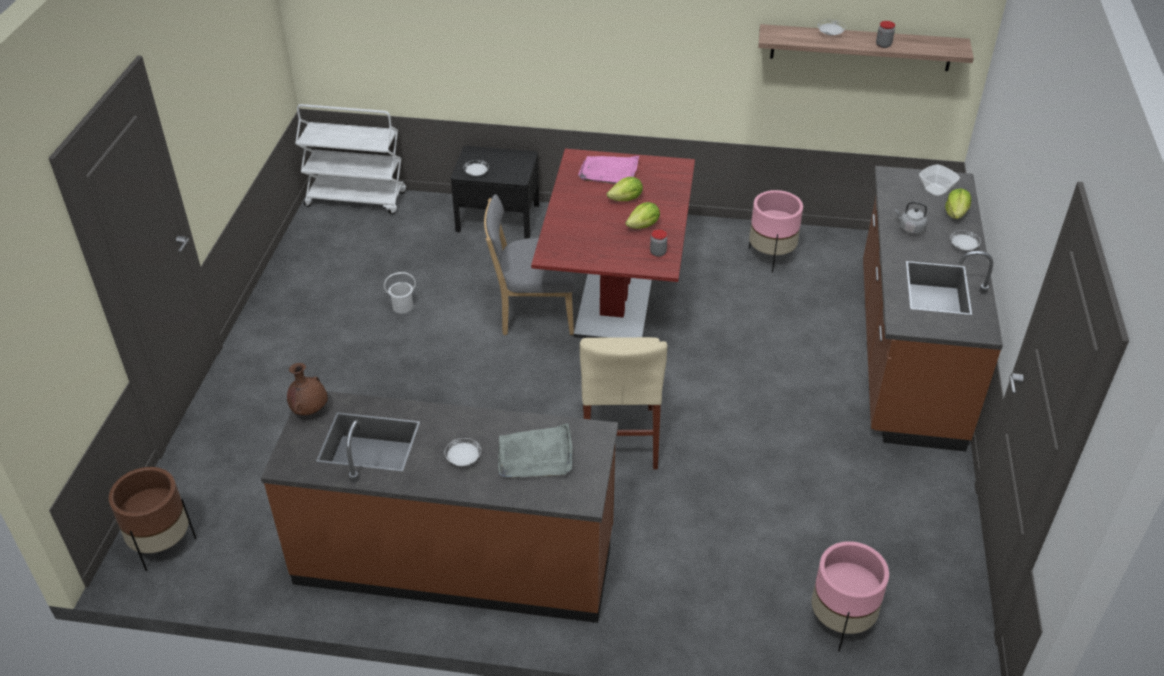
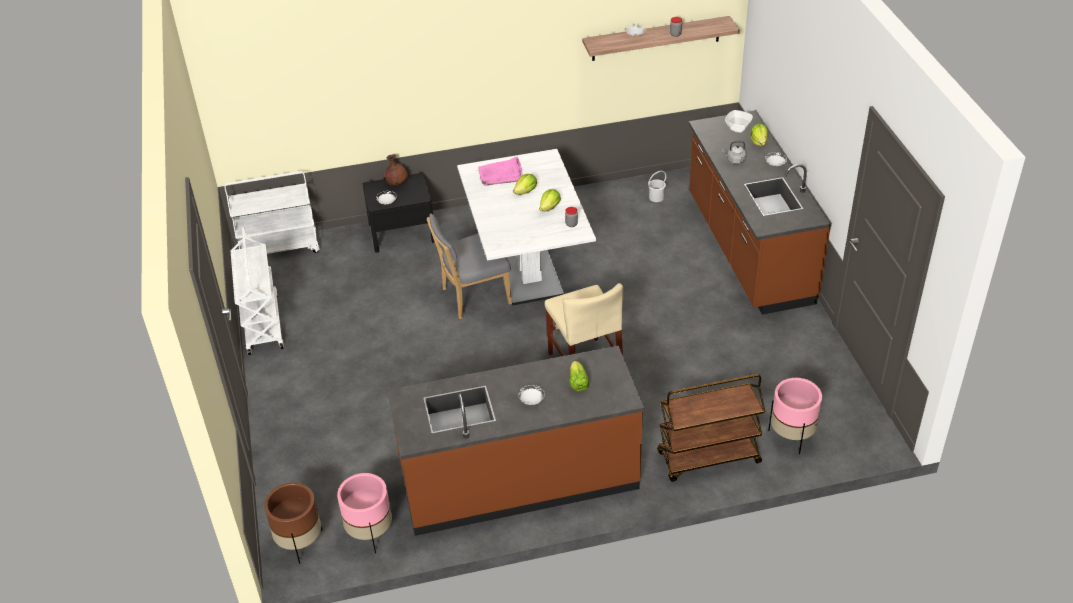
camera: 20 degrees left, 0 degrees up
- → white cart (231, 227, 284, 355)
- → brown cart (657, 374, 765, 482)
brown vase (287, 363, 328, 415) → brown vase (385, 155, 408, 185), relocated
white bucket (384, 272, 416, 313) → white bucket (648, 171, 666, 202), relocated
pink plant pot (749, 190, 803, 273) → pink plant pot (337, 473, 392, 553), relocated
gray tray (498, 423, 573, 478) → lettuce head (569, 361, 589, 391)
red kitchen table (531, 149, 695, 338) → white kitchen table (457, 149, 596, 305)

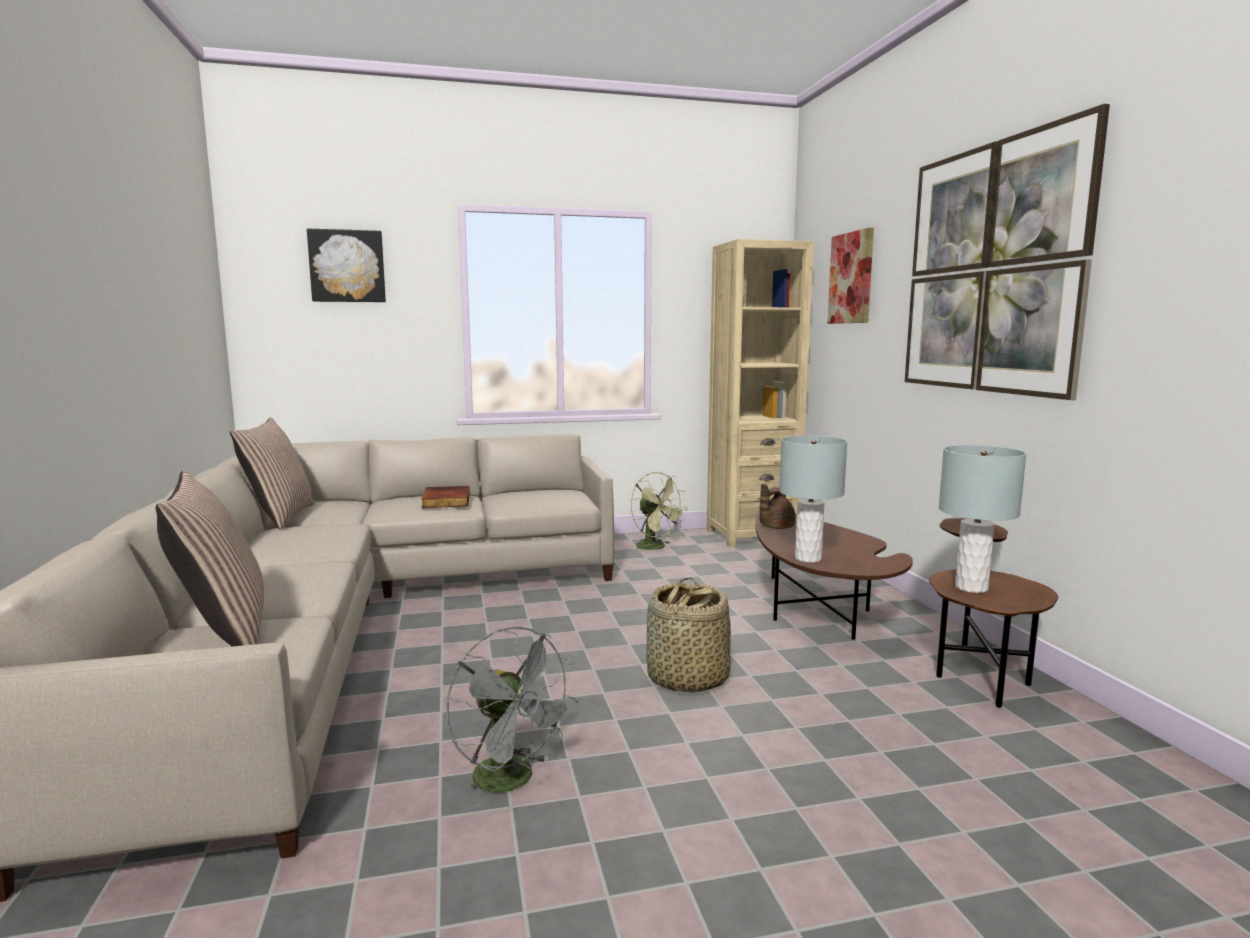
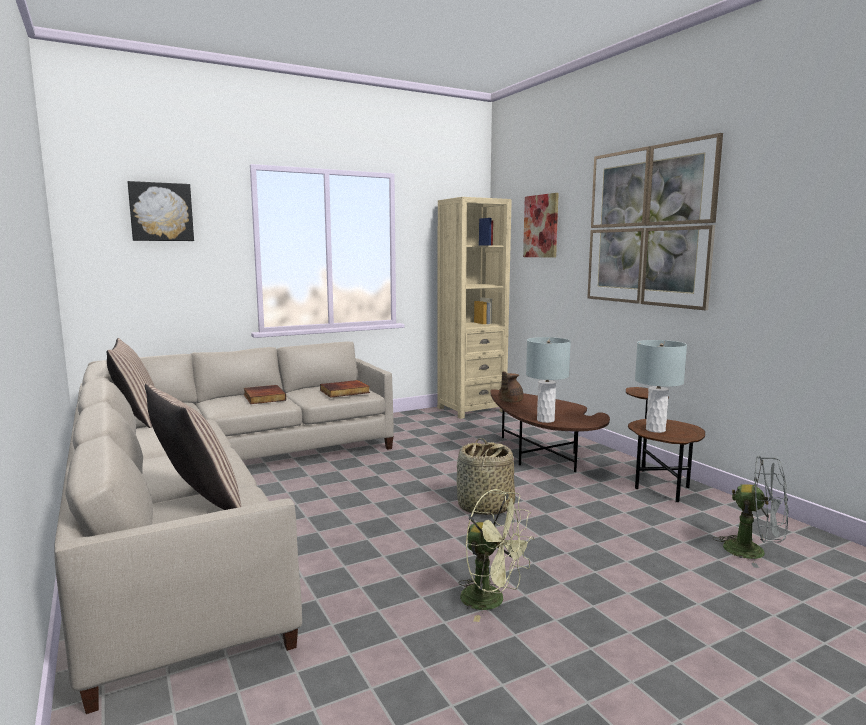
camera: 15 degrees left, 0 degrees up
- → volume (320, 380, 370, 398)
gray cooling fan (446, 626, 578, 808) → gray cooling fan (713, 456, 789, 568), relocated
green cooling fan (631, 472, 687, 553) → green cooling fan (458, 489, 534, 622), relocated

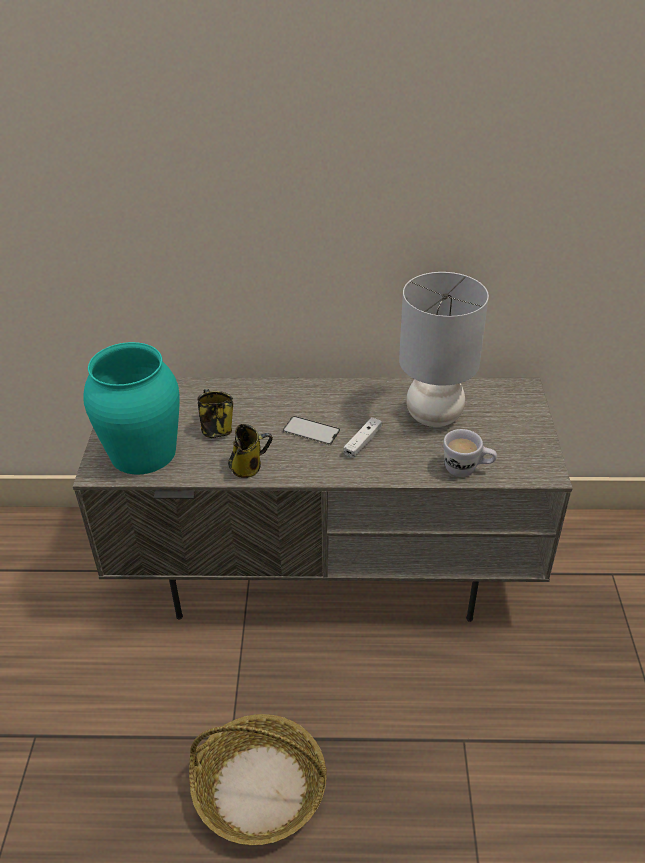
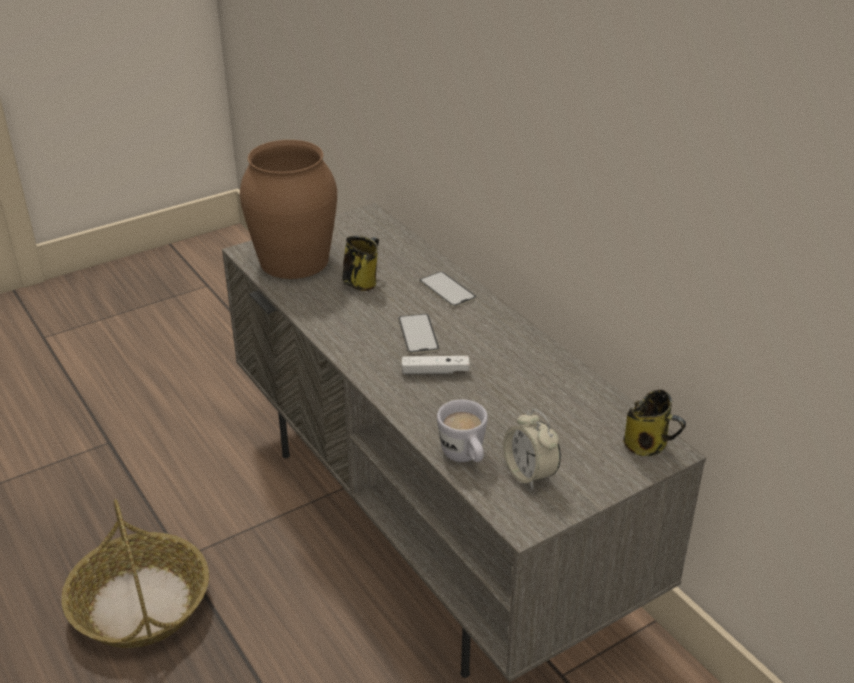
camera: 55 degrees right, 5 degrees down
gray tabletop lamp (399, 272, 489, 427) → -
- → handset (420, 272, 476, 307)
- → table clock (503, 409, 561, 490)
coffee mug (228, 424, 273, 478) → coffee mug (623, 390, 686, 456), relocated
turquoise vase (83, 342, 180, 474) → brown vase (240, 140, 337, 279)

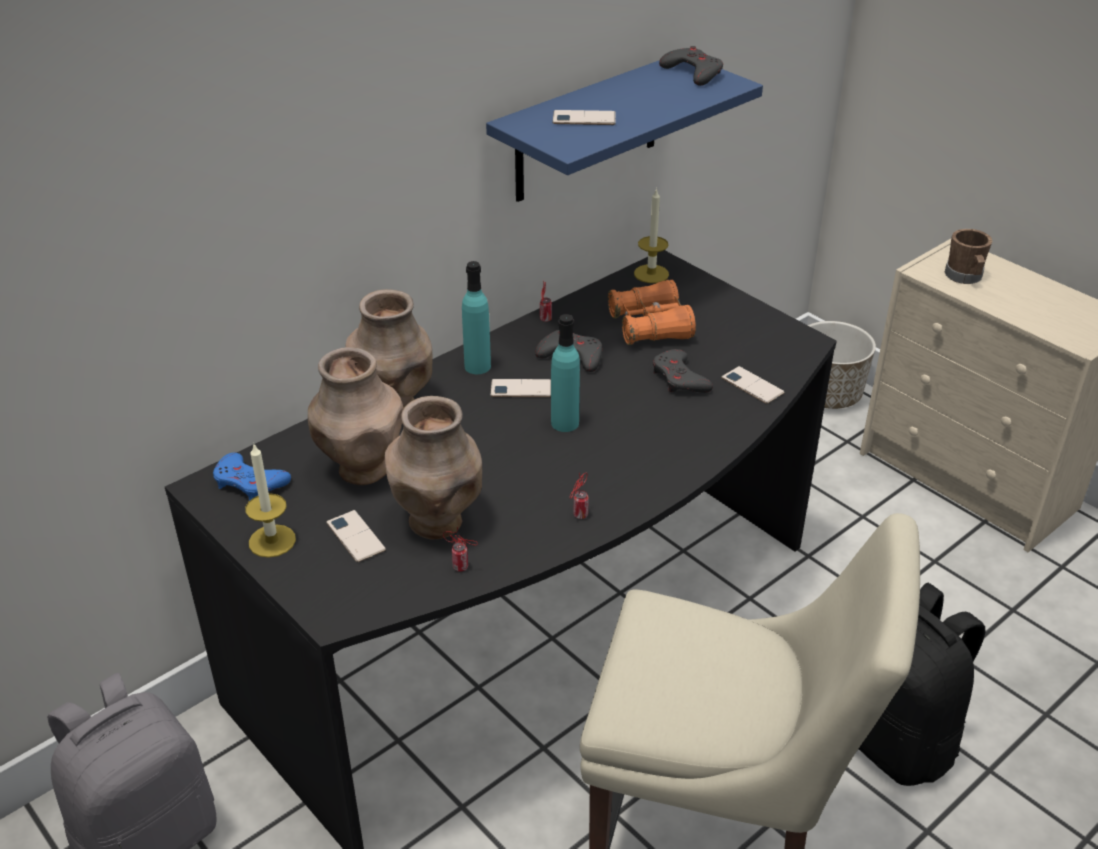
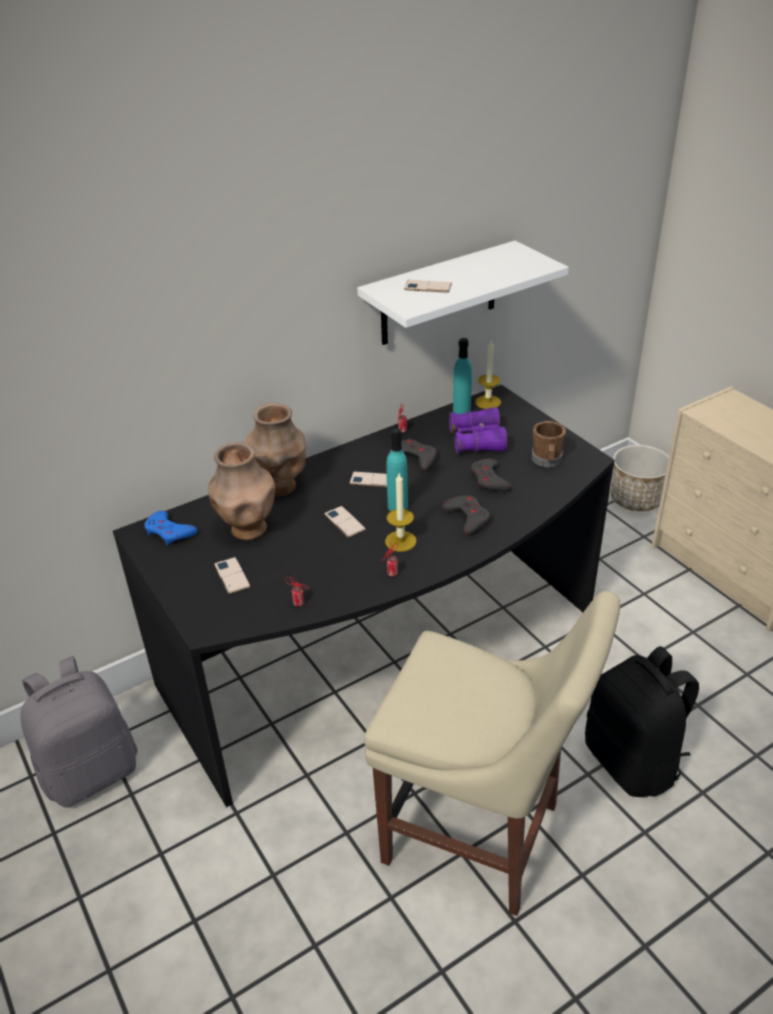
camera: 10 degrees right, 0 degrees up
brown vase (385, 396, 482, 540) → -
wax candle (245, 444, 296, 558) → wax candle (385, 473, 417, 552), relocated
turquoise beverage bottle (462, 261, 491, 374) → turquoise beverage bottle (453, 338, 472, 414), relocated
gray joypad (659, 46, 723, 86) → gray joypad (442, 495, 490, 535), relocated
handset (721, 366, 785, 404) → handset (324, 506, 366, 538), relocated
brown coffee mug (945, 229, 992, 284) → brown coffee mug (532, 421, 566, 467), relocated
blue-coloured bracket shelf (486, 60, 763, 202) → white bracket shelf (357, 241, 569, 345)
orange-coloured binoculars (608, 280, 696, 345) → purple binoculars (449, 407, 507, 453)

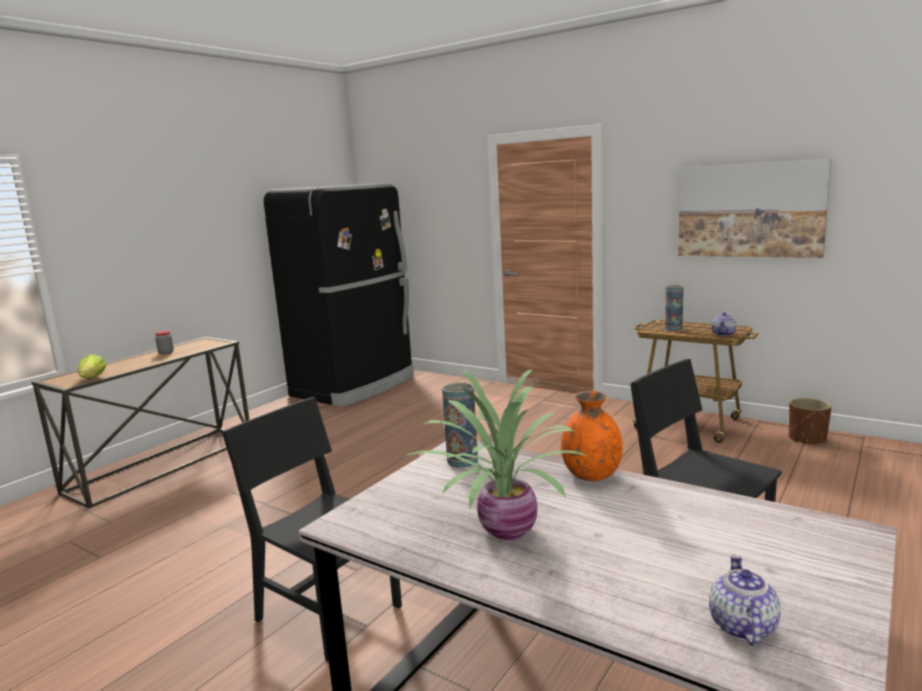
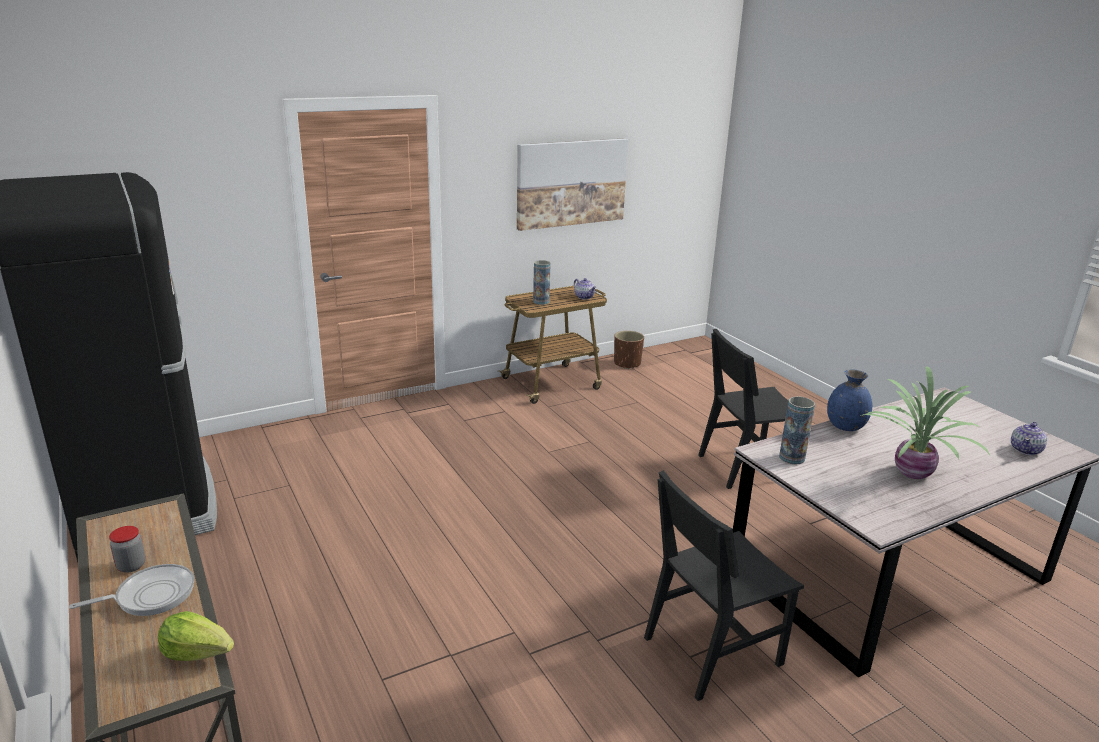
camera: 65 degrees left, 10 degrees up
- → frying pan (69, 564, 194, 616)
orange-coloured vase (561, 391, 623, 481) → blue-coloured vase (827, 369, 872, 431)
teapot (709, 555, 781, 646) → teapot (1011, 422, 1047, 455), 90 degrees counterclockwise

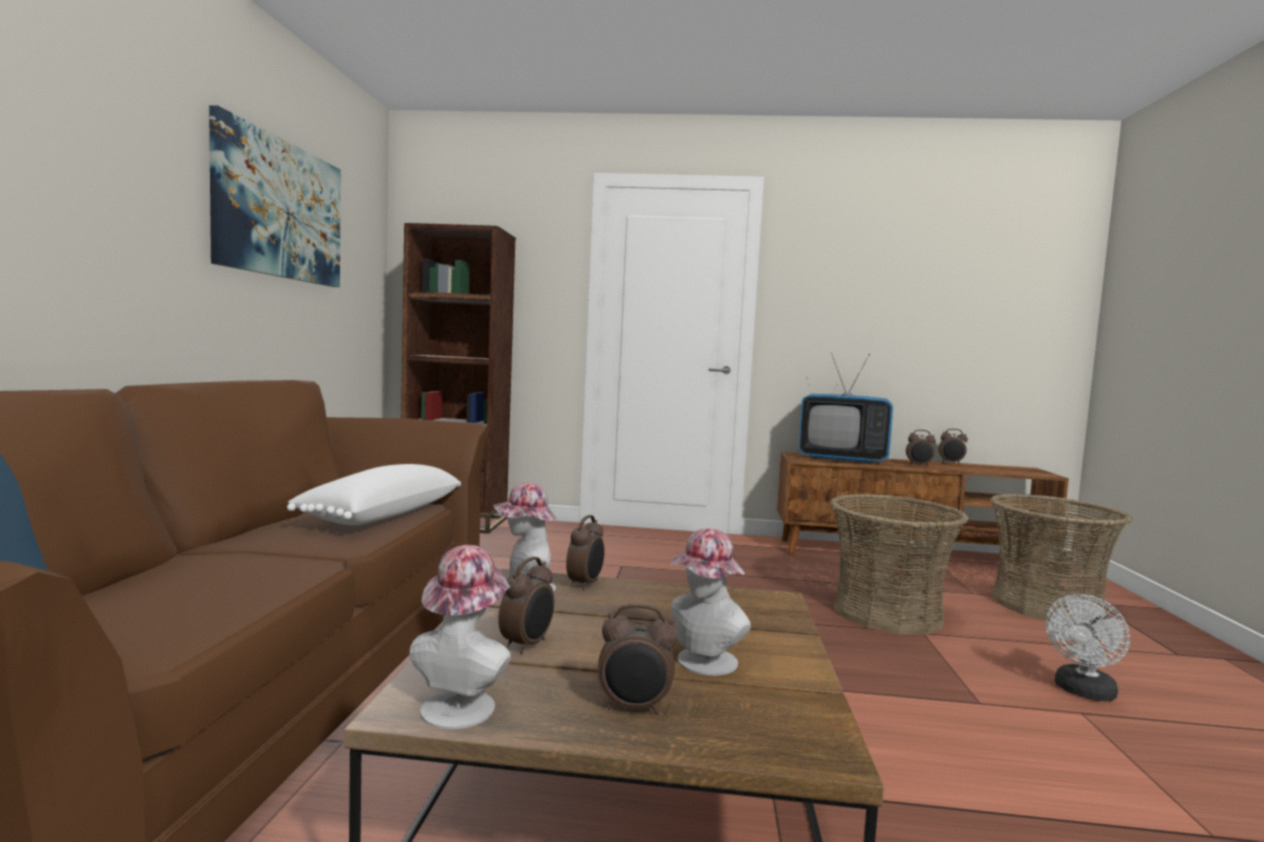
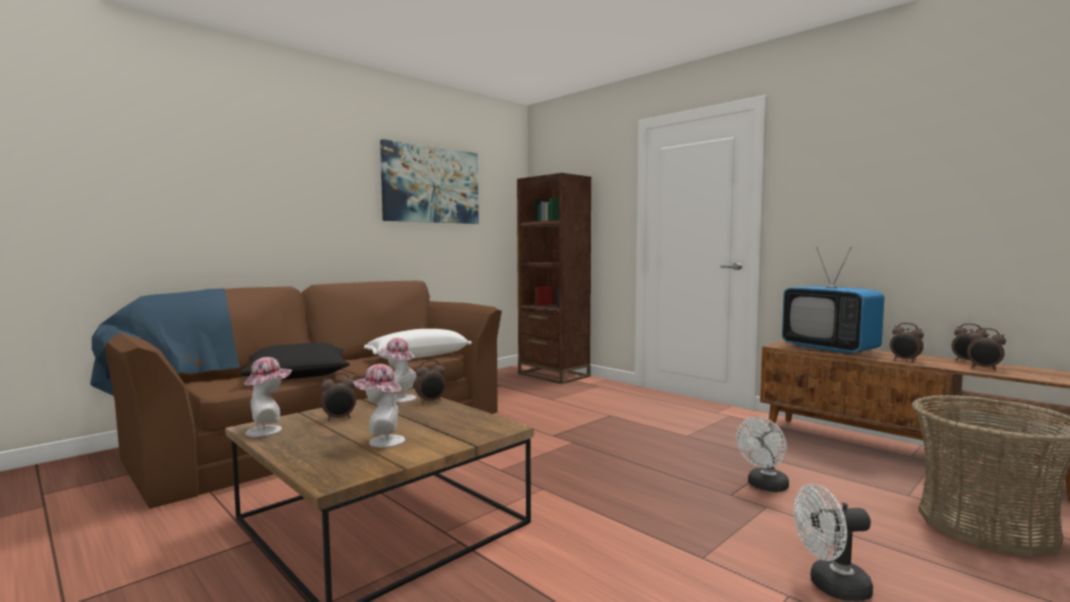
camera: 40 degrees right, 0 degrees up
- → black-coloured cushion (239, 343, 350, 380)
table clock (598, 604, 678, 714) → table clock (967, 328, 1006, 370), relocated
basket (830, 494, 968, 635) → white cooling fan (736, 417, 789, 492)

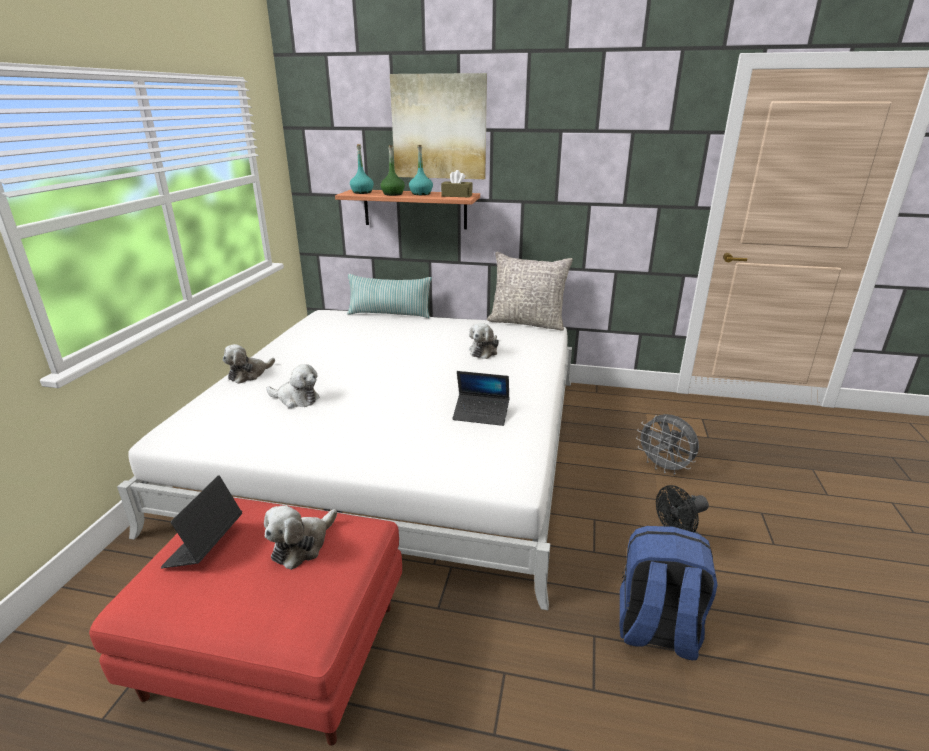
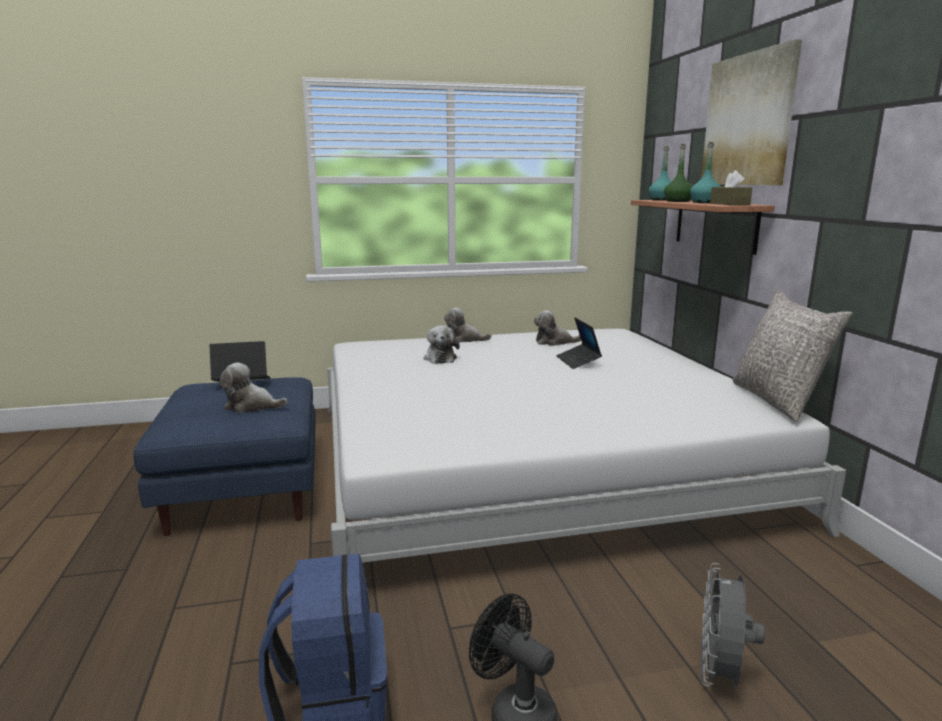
camera: 65 degrees right, 10 degrees down
cushion (347, 274, 432, 318) → -
laptop (452, 371, 510, 426) → laptop (556, 317, 602, 369), relocated
soft toy (469, 323, 499, 359) → soft toy (534, 310, 581, 346), relocated
red pouffe (89, 498, 402, 746) → blue-coloured pouffe (133, 377, 315, 536)

